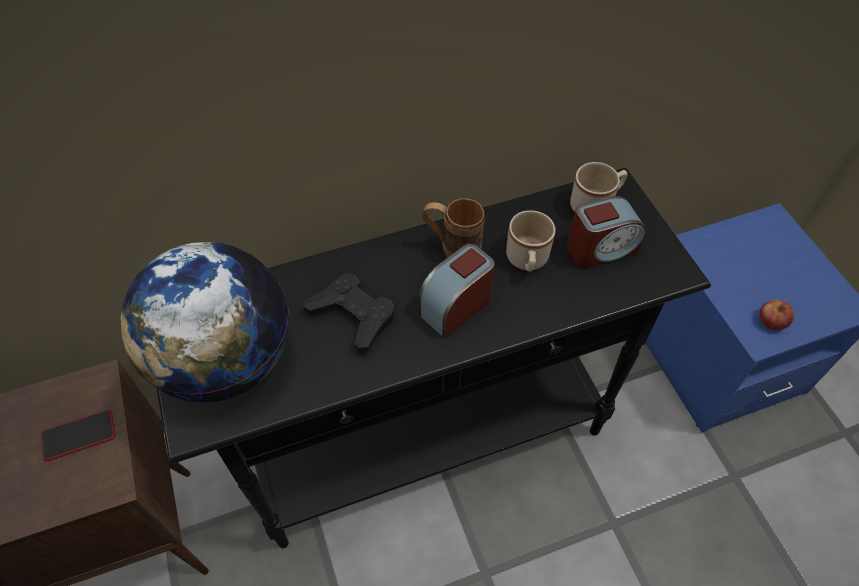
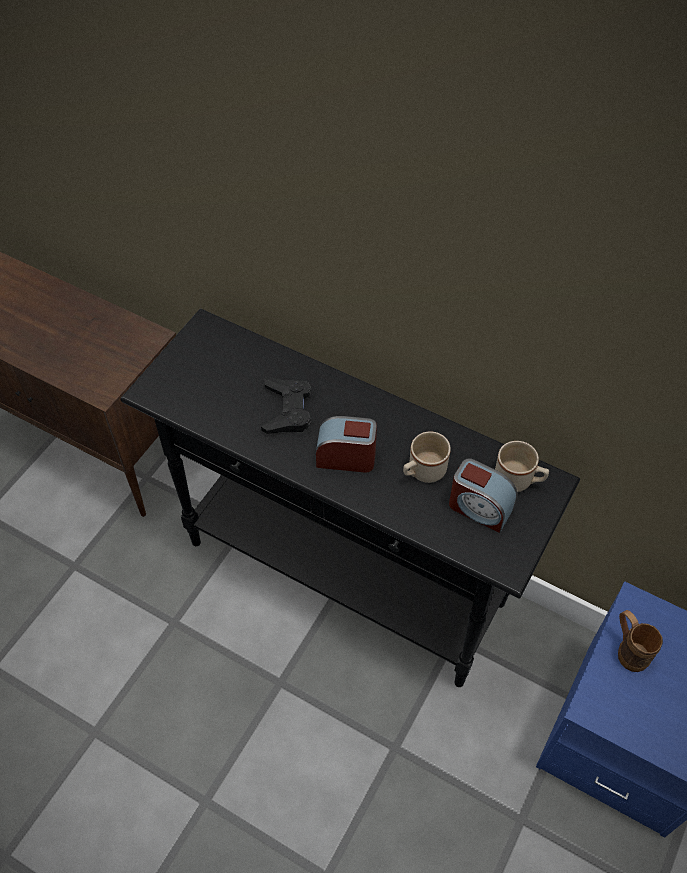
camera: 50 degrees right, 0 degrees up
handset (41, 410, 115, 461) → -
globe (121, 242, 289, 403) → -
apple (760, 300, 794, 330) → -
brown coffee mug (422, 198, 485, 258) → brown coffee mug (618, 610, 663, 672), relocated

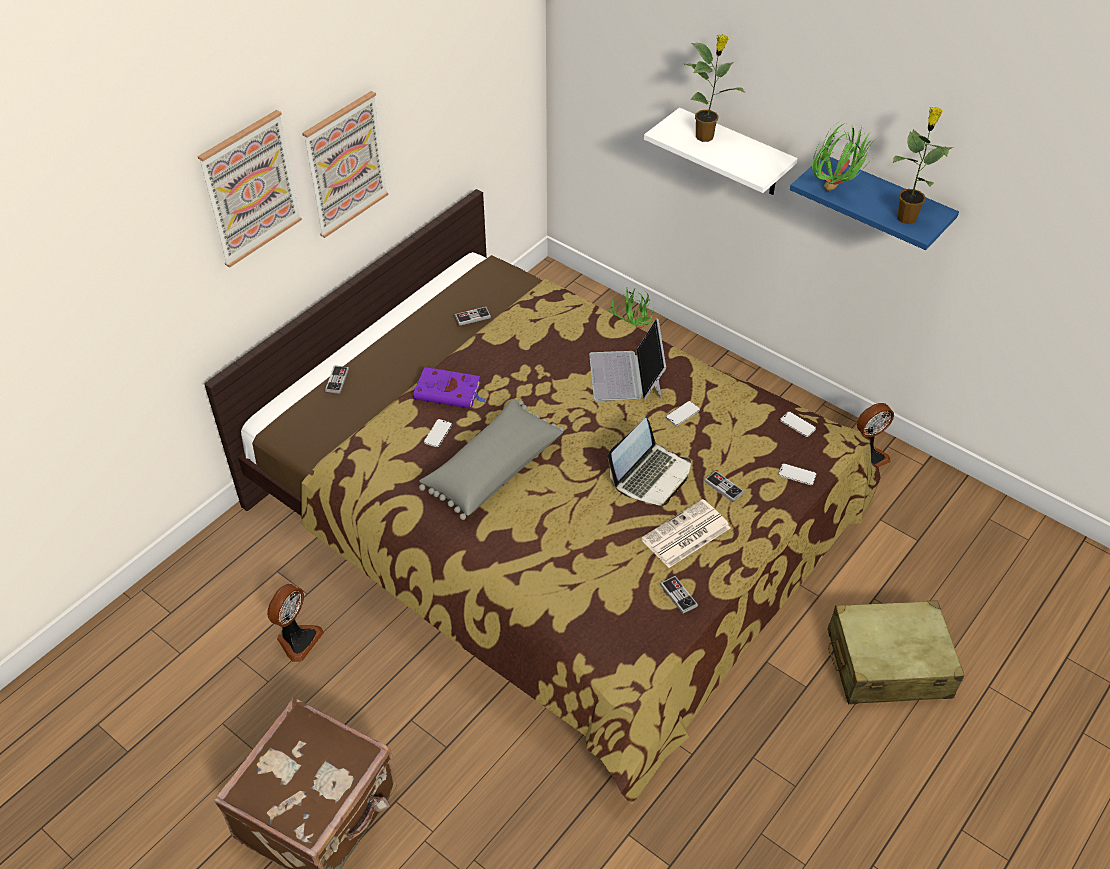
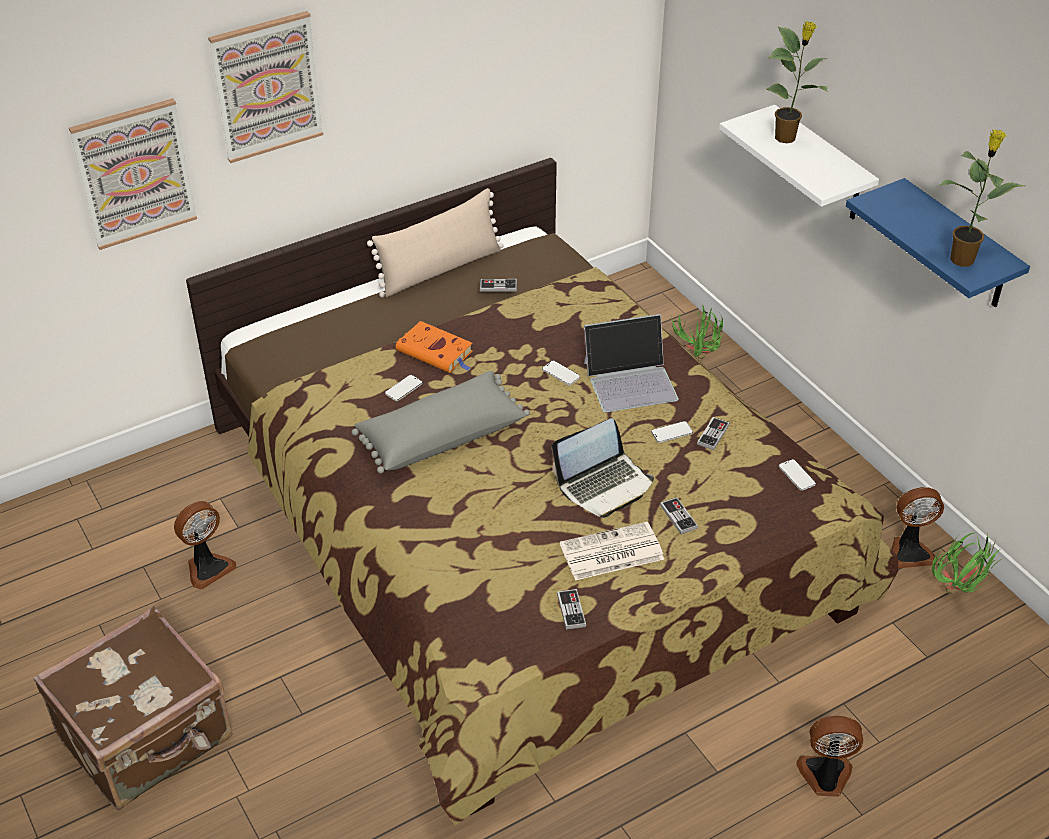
camera: 20 degrees right, 5 degrees down
- → beige cushion (367, 188, 504, 297)
picture (302, 91, 388, 238) → picture (69, 98, 197, 250), relocated
joypad (325, 366, 349, 394) → joypad (697, 417, 730, 450), relocated
handset (778, 463, 816, 485) → handset (542, 360, 580, 385), relocated
potted plant (812, 123, 872, 191) → potted plant (932, 533, 1001, 594), relocated
beige suitcase (828, 600, 965, 704) → cooling fan (796, 716, 863, 797)
purple volume (413, 367, 487, 409) → orange-coloured volume (396, 321, 473, 373)
laptop (589, 318, 666, 401) → laptop (584, 314, 679, 412), 120 degrees counterclockwise

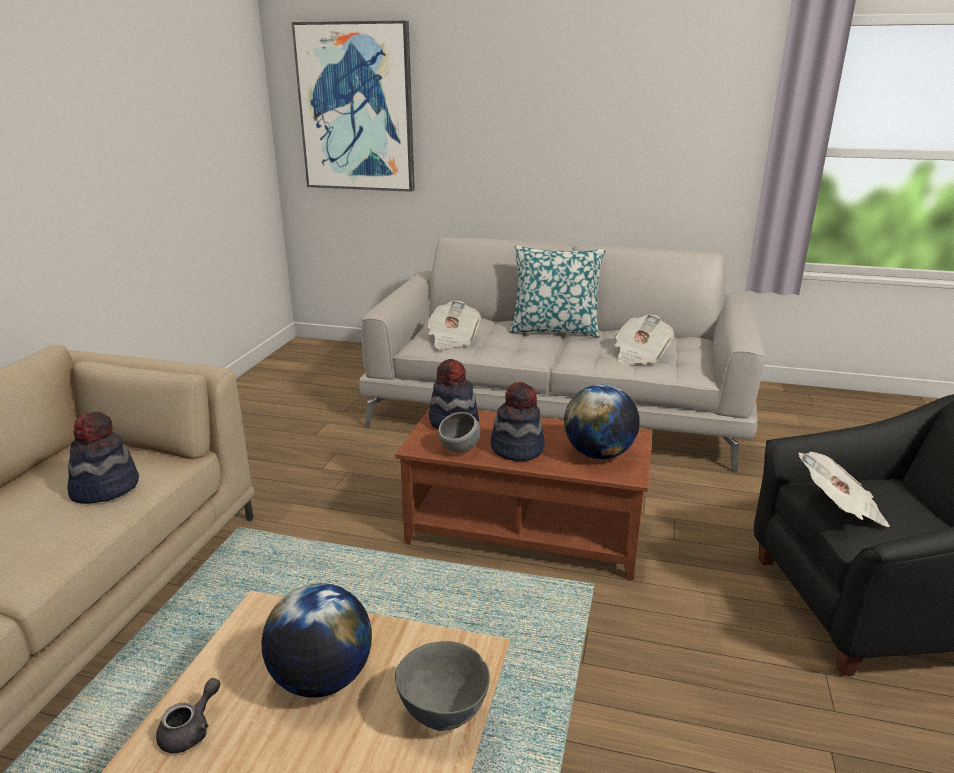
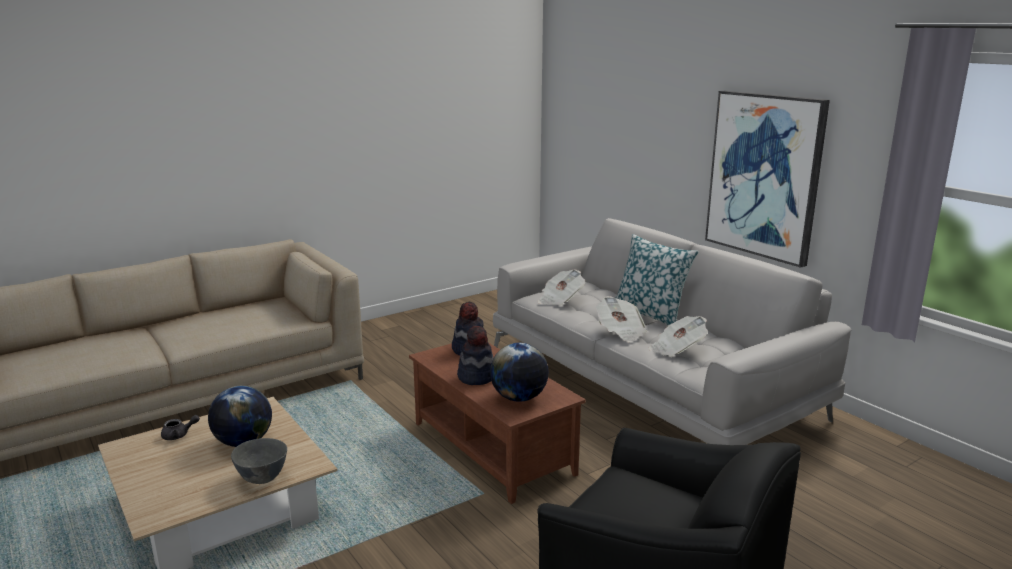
camera: 40 degrees right, 5 degrees down
clothing hat (67, 412, 139, 504) → -
gray bowl (438, 412, 480, 453) → -
picture (292, 21, 415, 192) → picture (705, 91, 830, 268), relocated
newspaper (798, 452, 890, 527) → newspaper (596, 296, 647, 343), relocated

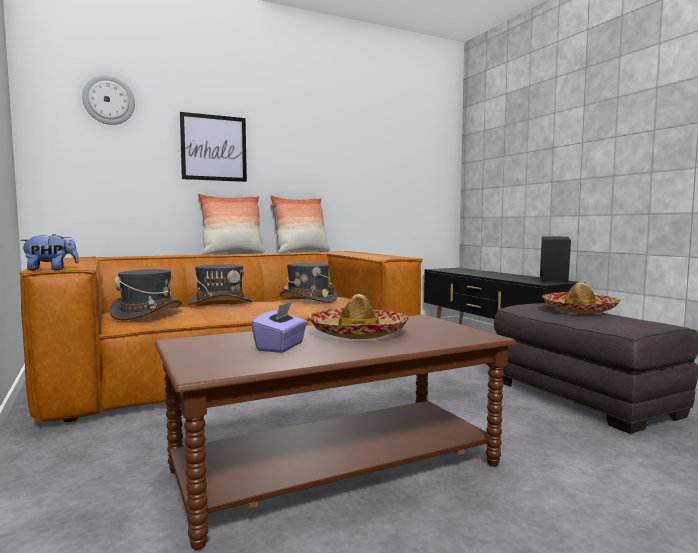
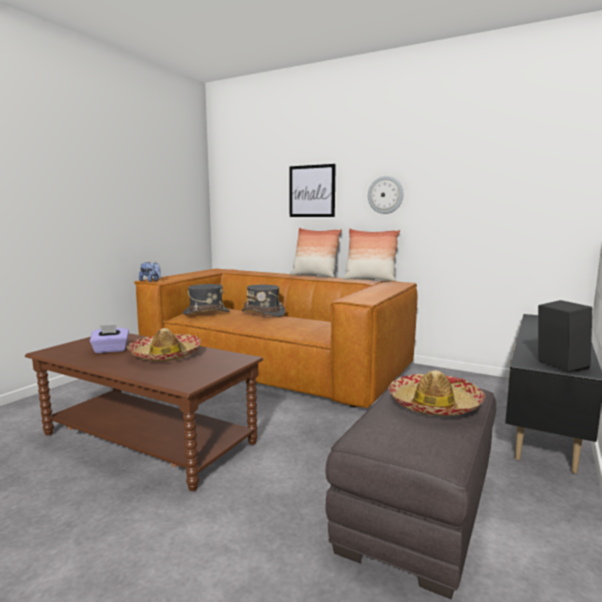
camera: 55 degrees right, 5 degrees up
gray clothing hat (280, 263, 337, 303) → -
hanging clock (82, 75, 135, 125) → hanging clock (368, 176, 404, 214), relocated

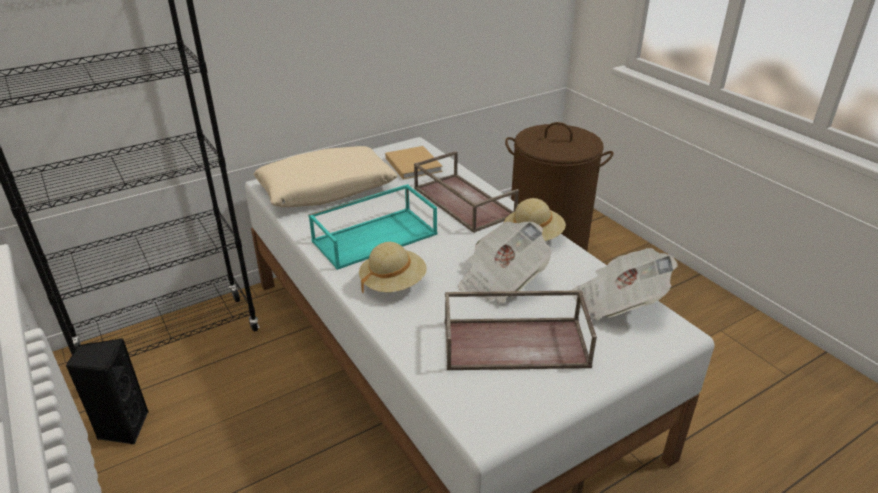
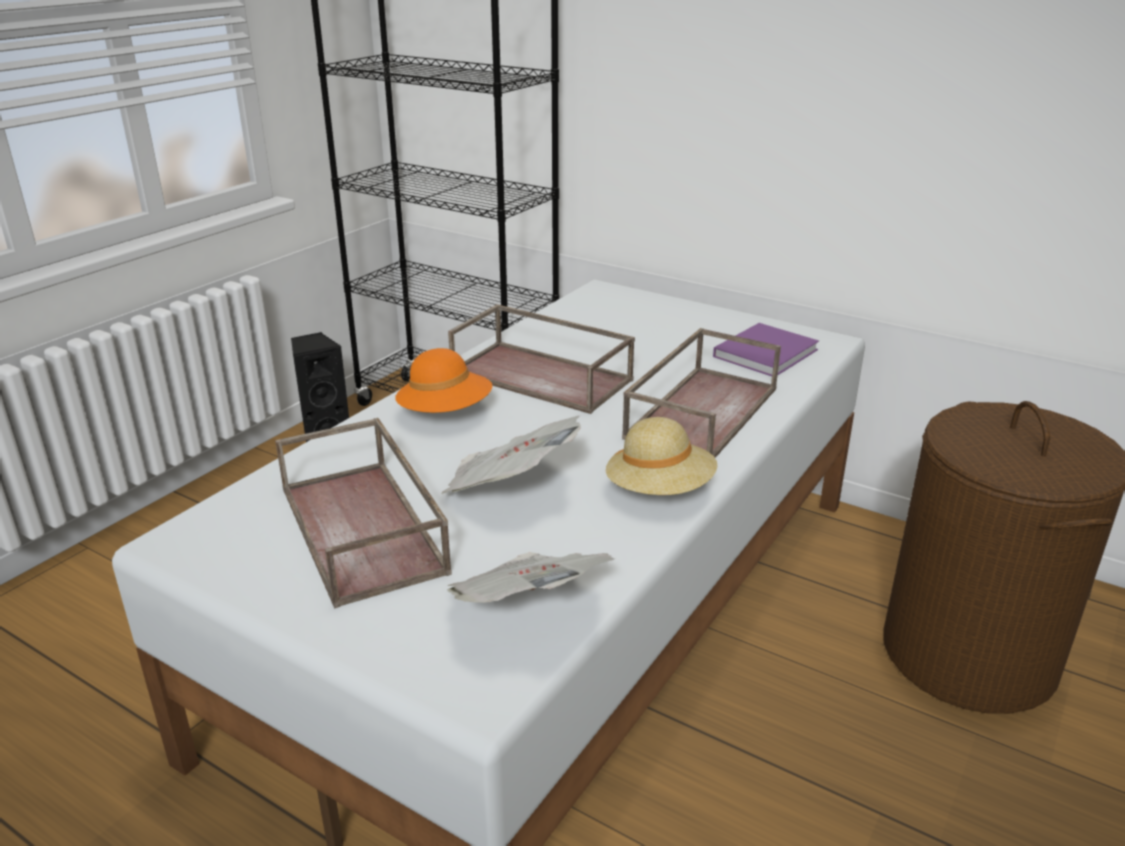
camera: 65 degrees right, 5 degrees down
beige cushion (254, 146, 397, 207) → -
turquoise tray (308, 184, 437, 270) → brown tray (448, 304, 635, 414)
beige clothing hat (359, 242, 427, 293) → orange-coloured clothing hat (395, 348, 493, 413)
beige volume (385, 146, 443, 179) → purple volume (713, 323, 819, 376)

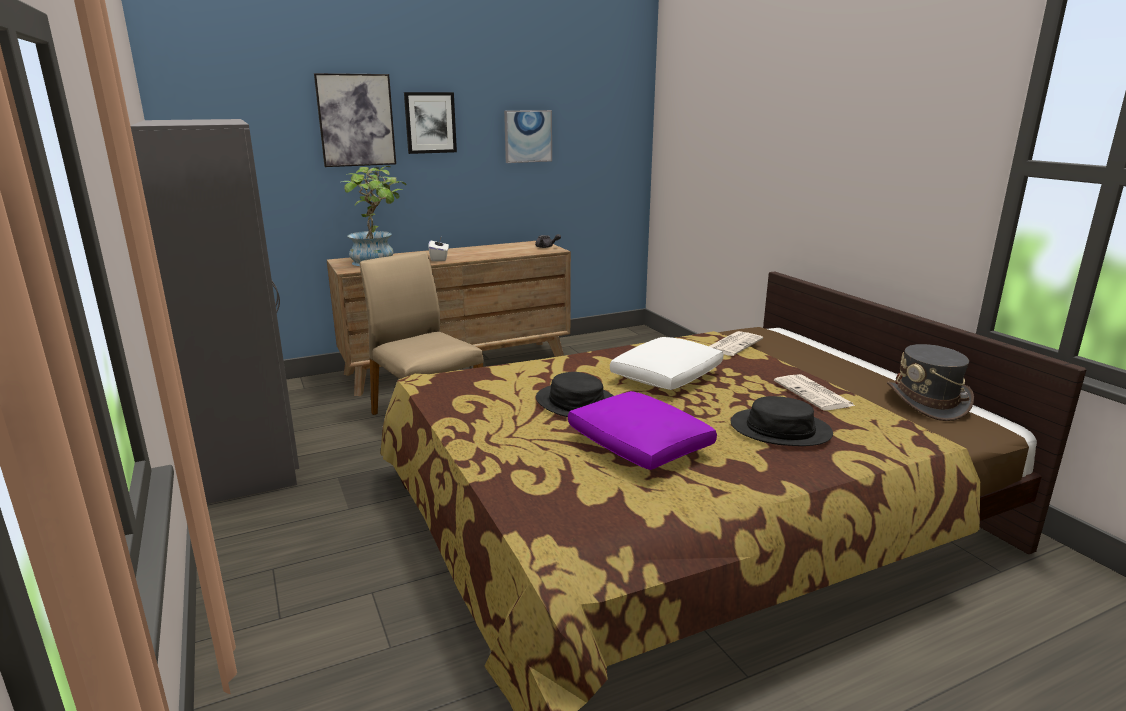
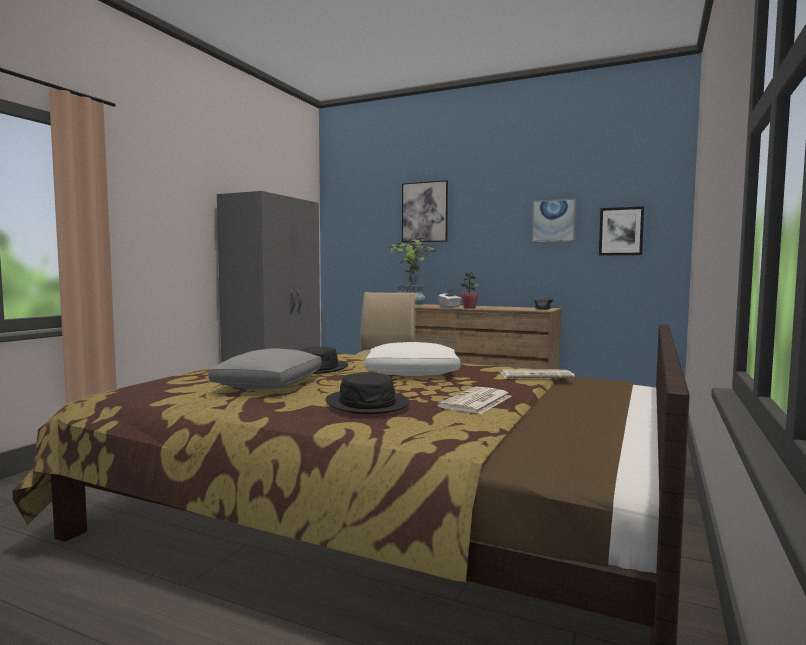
camera: 50 degrees right, 15 degrees down
gray clothing hat (887, 344, 974, 421) → -
- → potted plant (460, 272, 479, 309)
picture (404, 92, 457, 154) → picture (599, 206, 644, 256), relocated
purple cushion (568, 391, 717, 470) → gray cushion (208, 348, 321, 389)

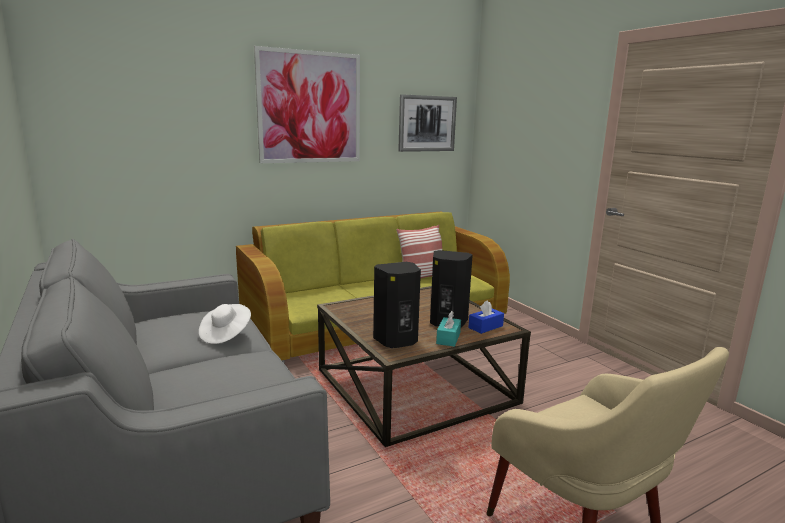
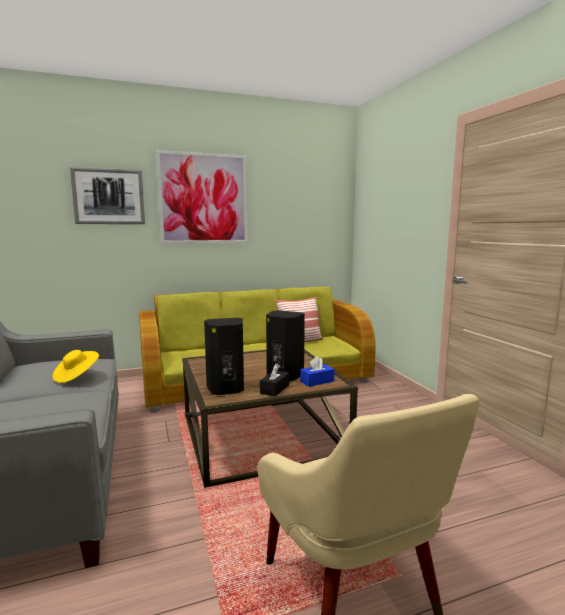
camera: 10 degrees right, 5 degrees down
picture (398, 94, 457, 152) → picture (70, 167, 145, 224), relocated
white clothing hat (199, 304, 251, 344) → yellow-coloured clothing hat (52, 350, 99, 383)
turquoise box of tissues (436, 311, 461, 347) → black-coloured box of tissues (260, 363, 289, 396)

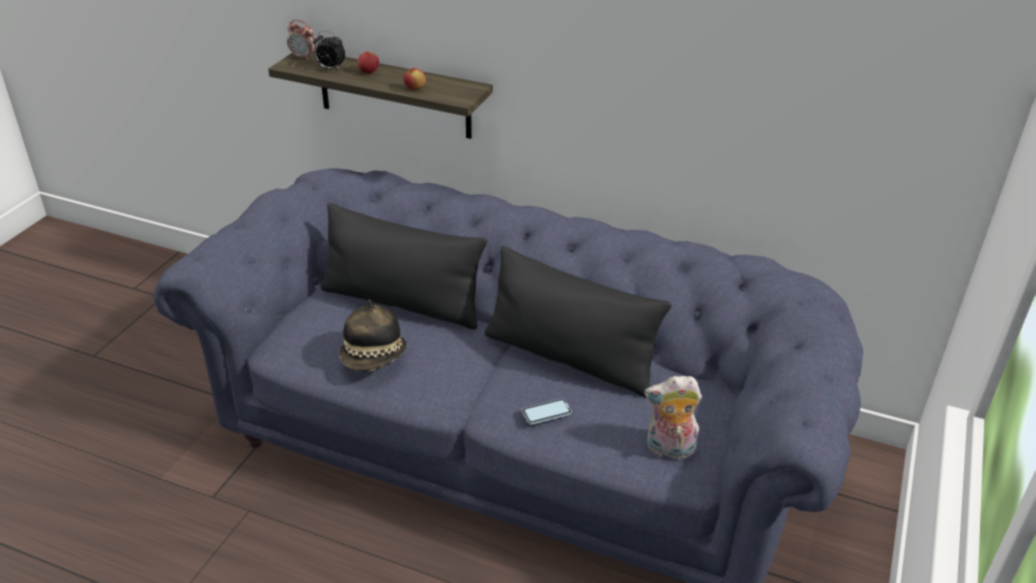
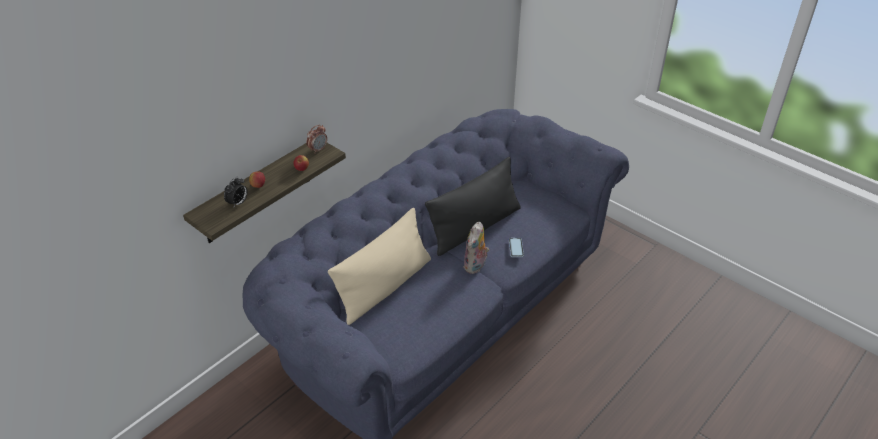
camera: 70 degrees left, 5 degrees up
clothing hat (339, 300, 407, 372) → -
table clock (287, 20, 316, 60) → table clock (306, 125, 327, 154), relocated
soft toy (644, 376, 702, 459) → soft toy (464, 222, 489, 274), relocated
black-coloured cushion (321, 203, 487, 330) → beige cushion (328, 208, 431, 325)

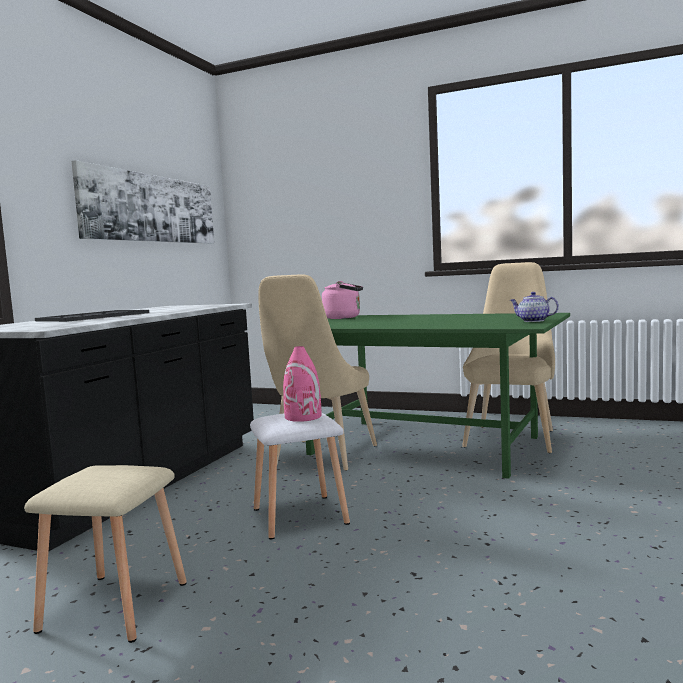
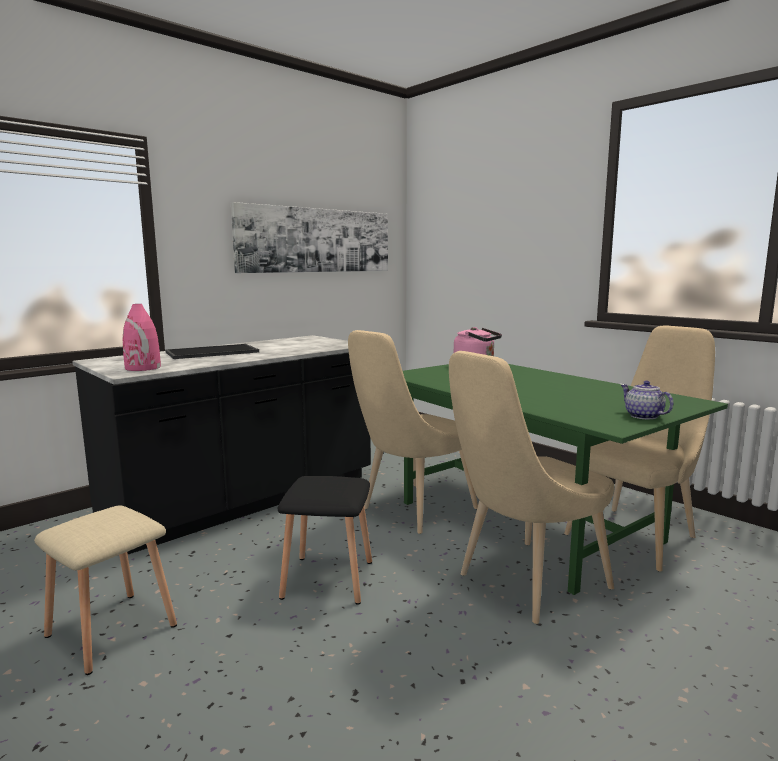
camera: 25 degrees right, 5 degrees up
- → beige upright chair (449, 351, 614, 624)
pink vase (283, 346, 322, 422) → pink vase (123, 304, 161, 371), relocated
white stool seat (250, 413, 350, 539) → black-coloured stool seat (277, 476, 372, 605)

